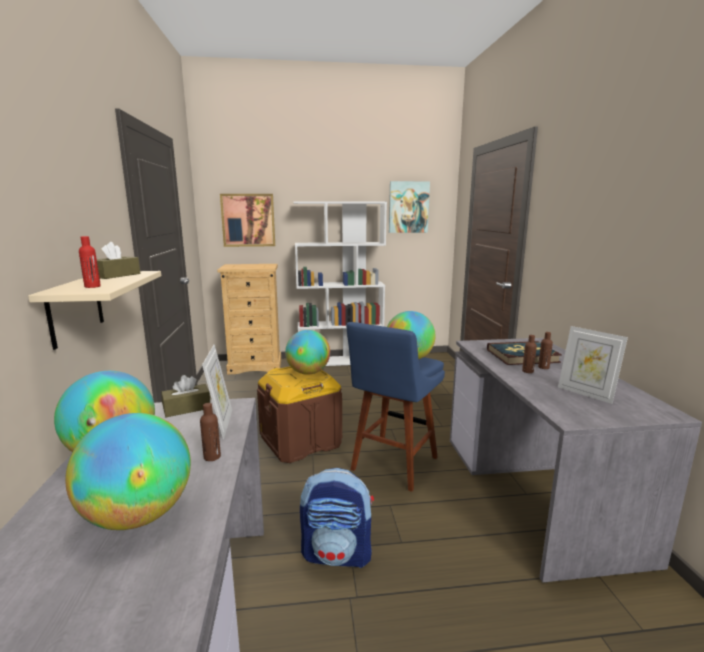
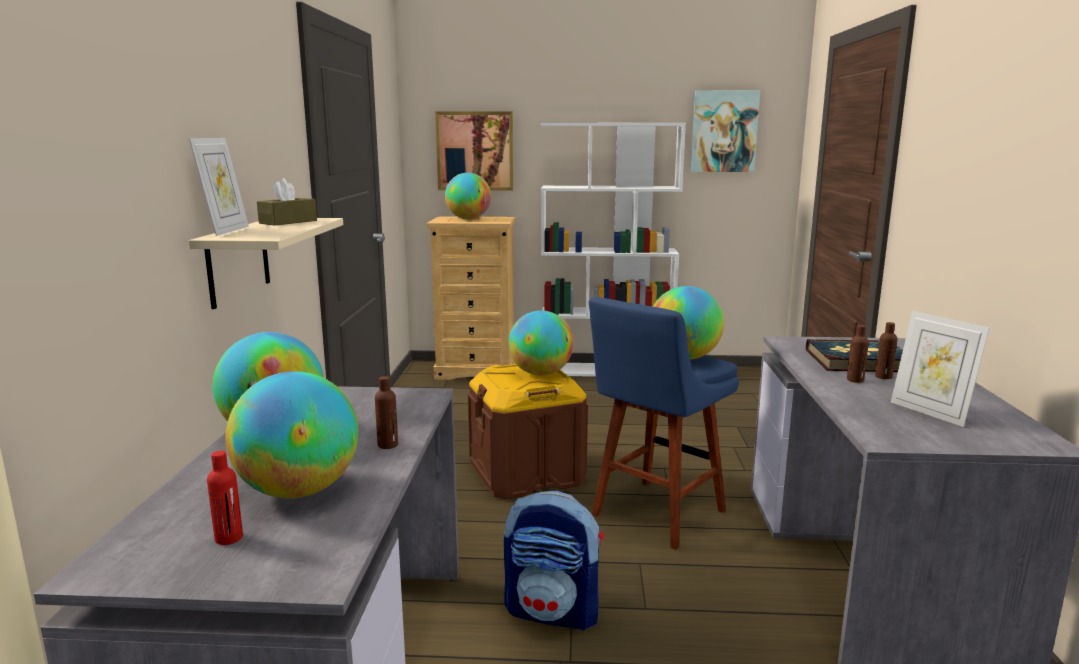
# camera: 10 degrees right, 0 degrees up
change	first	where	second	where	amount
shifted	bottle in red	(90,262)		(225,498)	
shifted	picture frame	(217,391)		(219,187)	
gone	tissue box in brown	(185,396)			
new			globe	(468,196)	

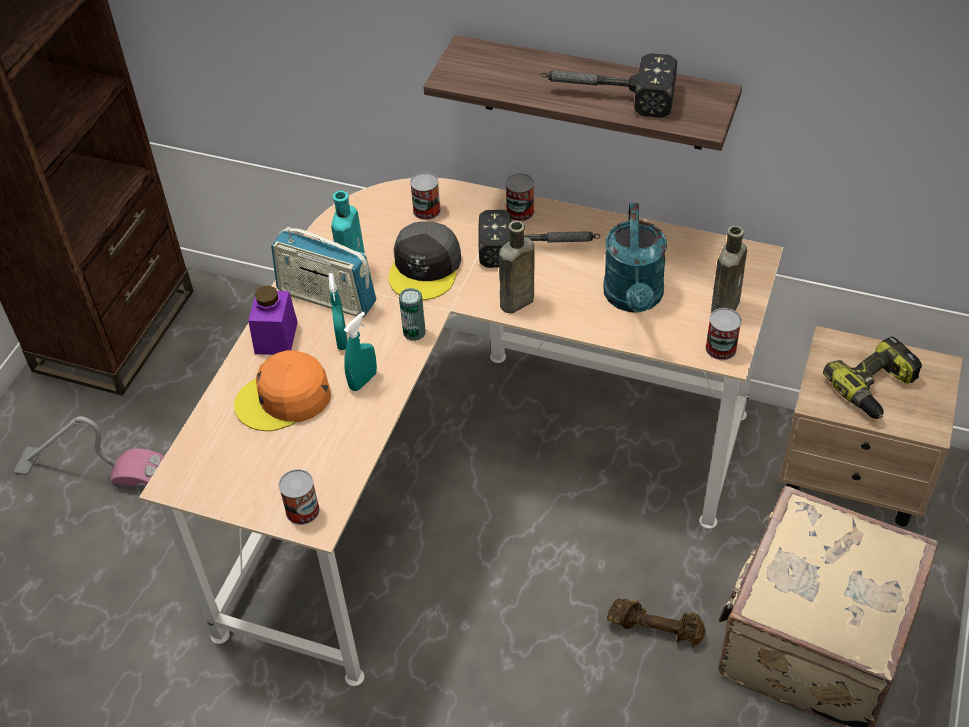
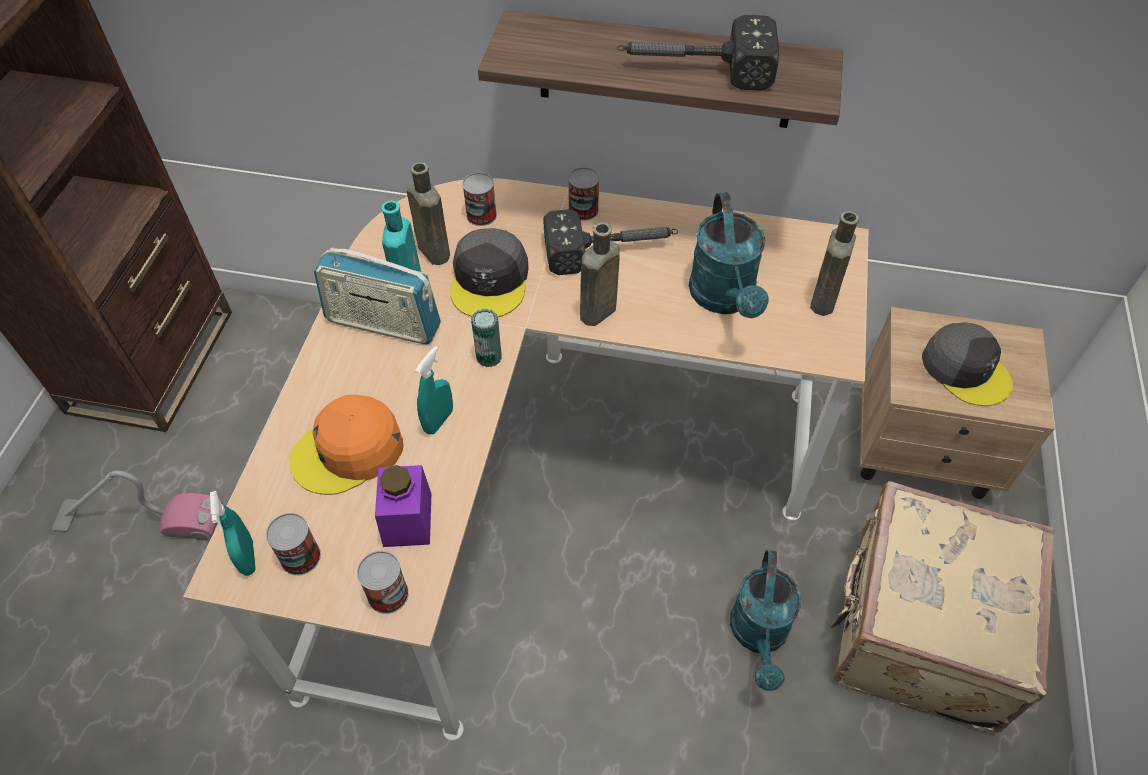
# camera: 10 degrees left, 5 degrees up
change	first	where	second	where	amount
shifted	spray bottle in turquoise	(338,311)		(233,533)	
shifted	jar in purple	(273,320)		(403,506)	
shifted	can	(723,334)		(293,544)	
swapped	power drill	(872,378)	cap in grey	(967,364)	
swapped	dumbbell in brown	(656,622)	watering can in turquoise	(765,620)	
new			bottle in brown	(428,213)	

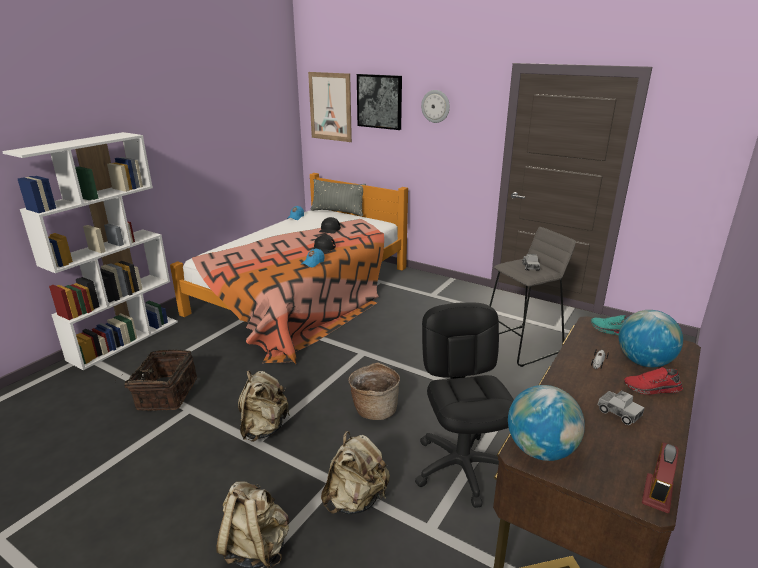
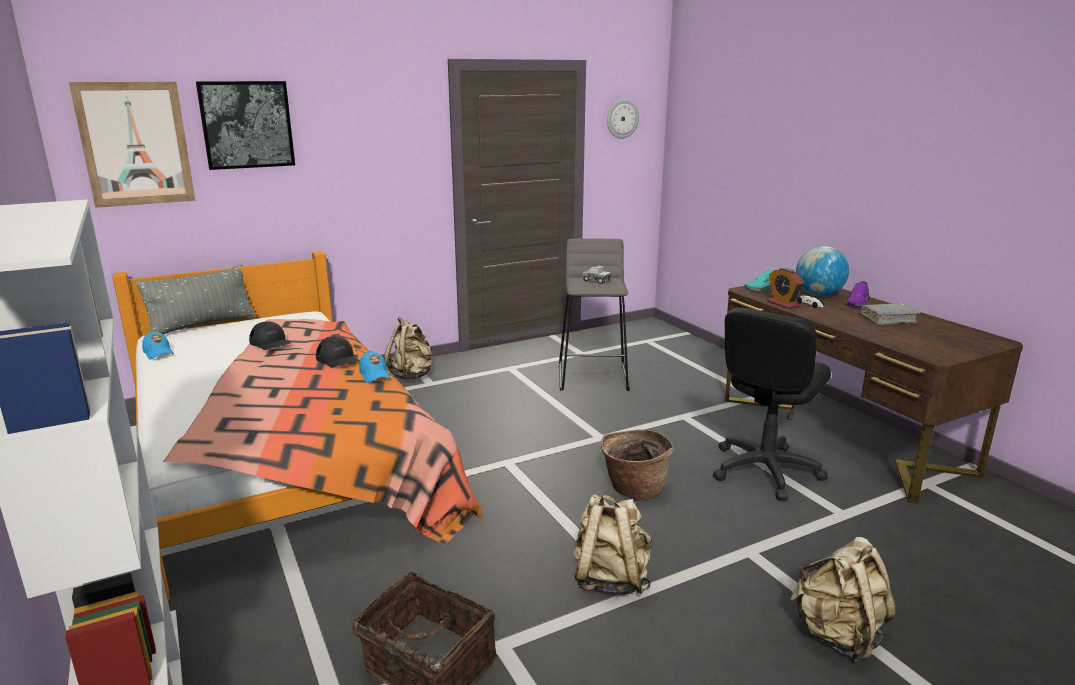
# camera: 60 degrees left, 5 degrees down
change	first	where	second	where	amount
shifted	wall clock	(435,106)		(623,119)	
rotated	office chair in black	(464,405)		(772,404)	75 degrees counterclockwise
repainted	shoe in red	(653,381)	shoe in purple	(858,294)	
gone	globe	(546,423)			
swapped	toy truck	(621,407)	book in grey	(890,314)	
shifted	backpack in beige	(355,472)		(408,348)	
shifted	alarm clock	(660,477)		(785,288)	

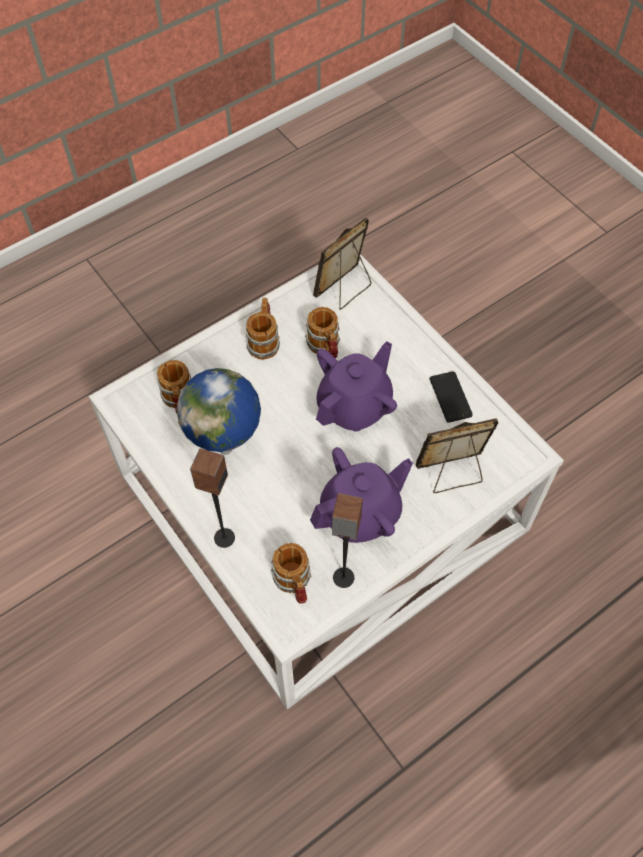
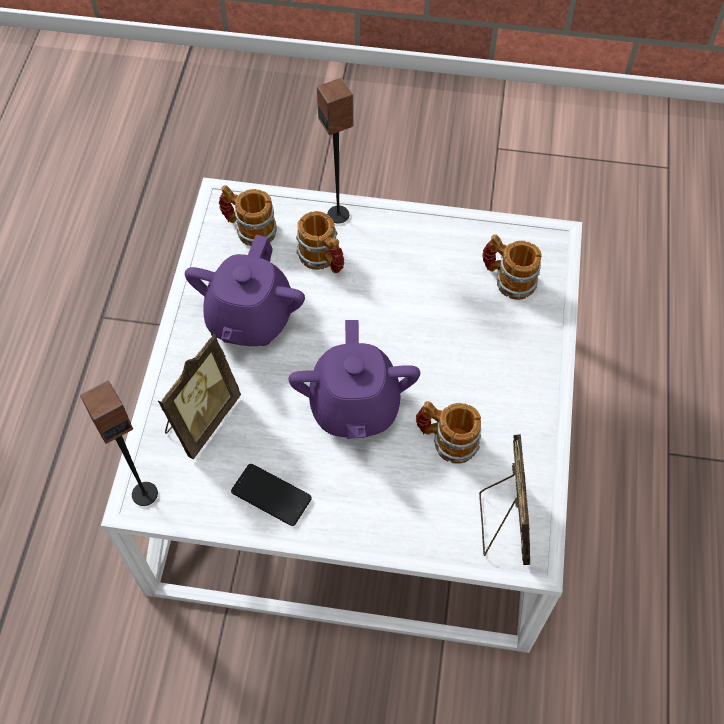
# camera: 135 degrees right, 0 degrees up
change	first	where	second	where	amount
shifted	mug	(263,328)		(320,242)	
gone	globe	(218,411)			
shifted	speaker	(347,540)		(119,443)	

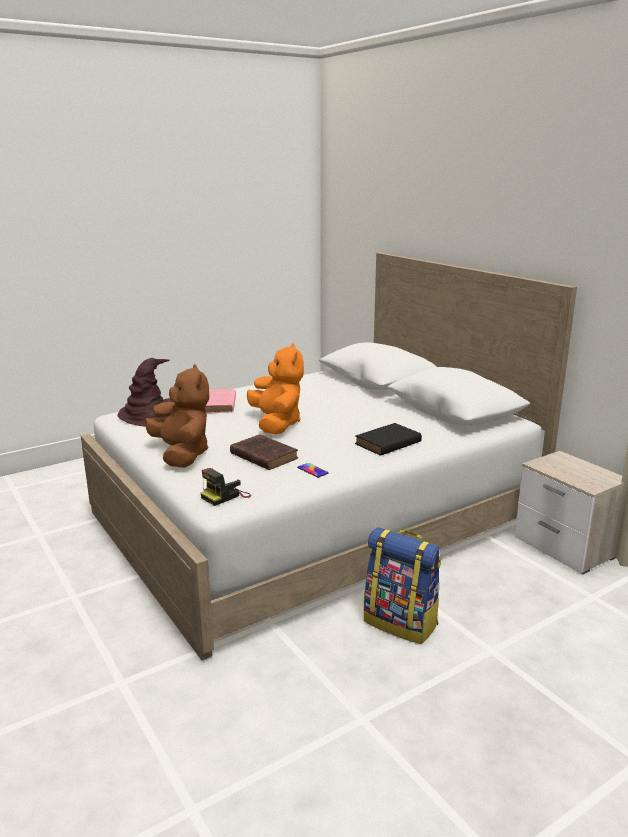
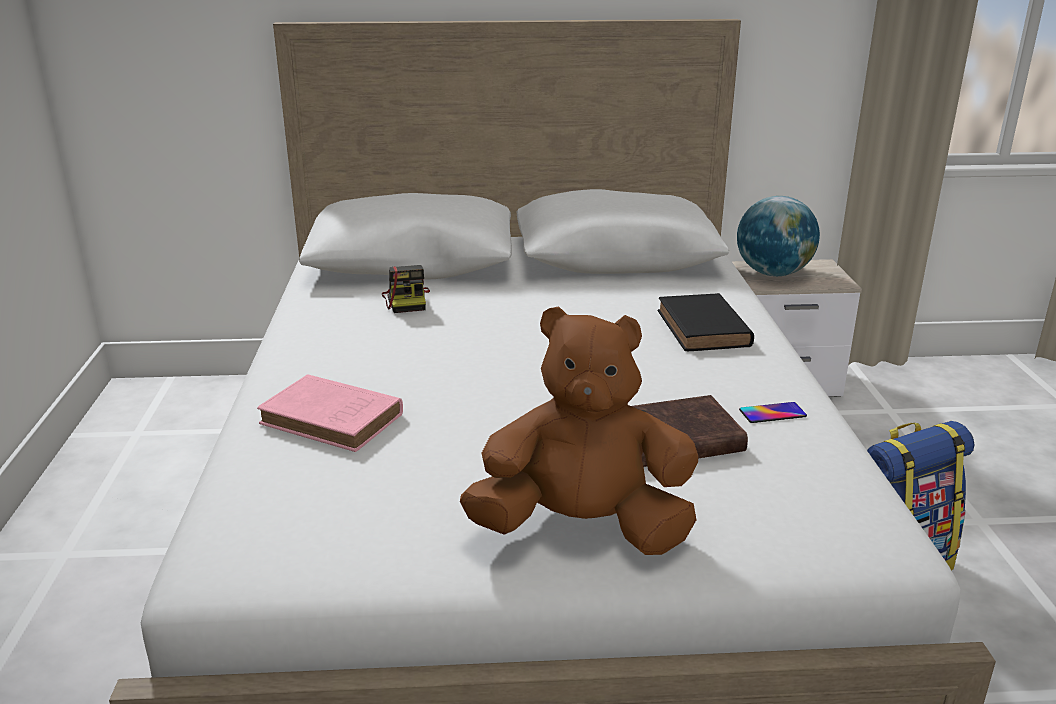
# camera: 60 degrees left, 5 degrees up
change	first	where	second	where	amount
gone	plush toy in orange	(275,389)			
gone	hat in brown	(144,392)			
shifted	photo camera	(226,487)		(406,289)	
new			globe	(778,236)	

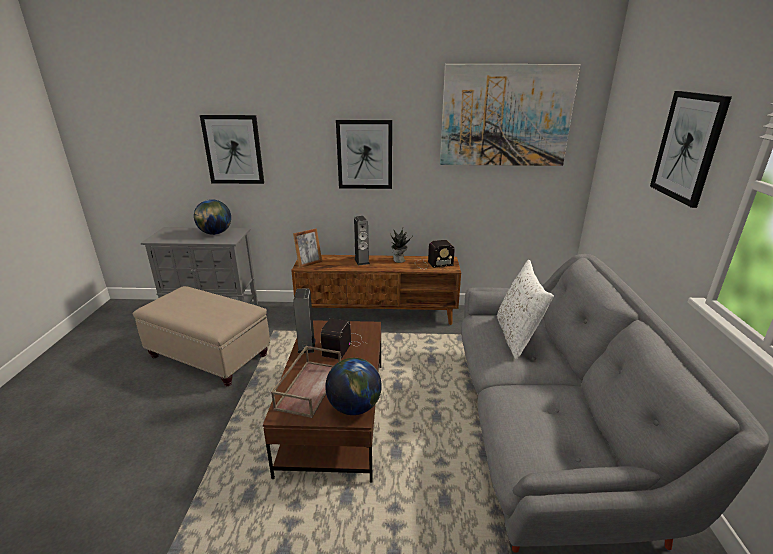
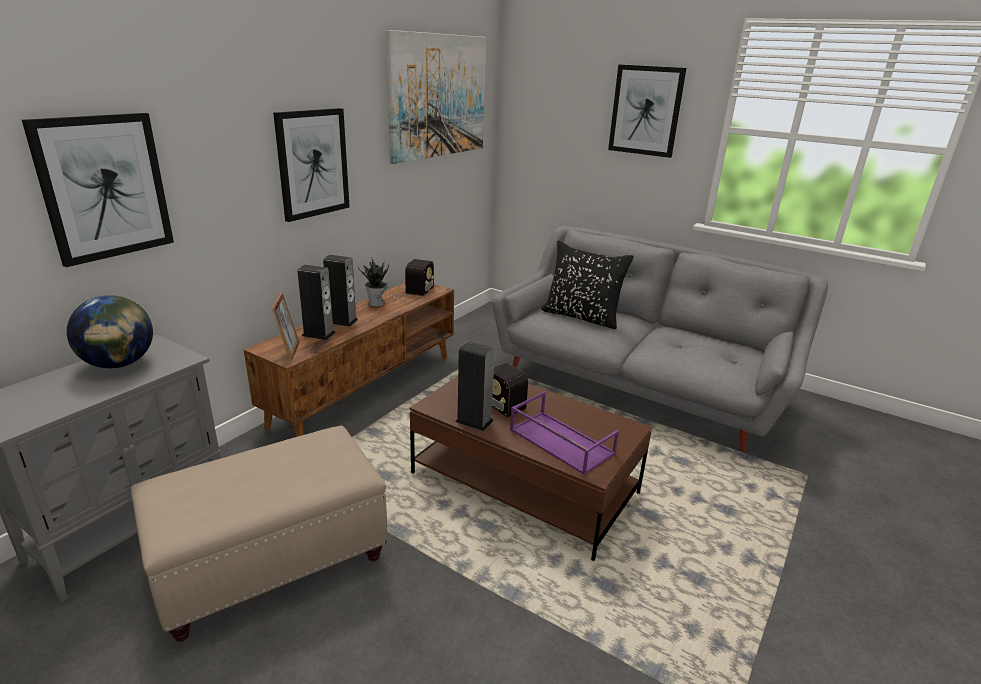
# camera: 60 degrees left, 0 degrees up
change	first	where	second	where	amount
repainted	pillow in white	(525,309)	pillow in black	(587,285)	
repainted	tray in brown	(306,382)	tray in purple	(564,433)	
gone	globe	(353,386)			
new			speaker	(316,302)	

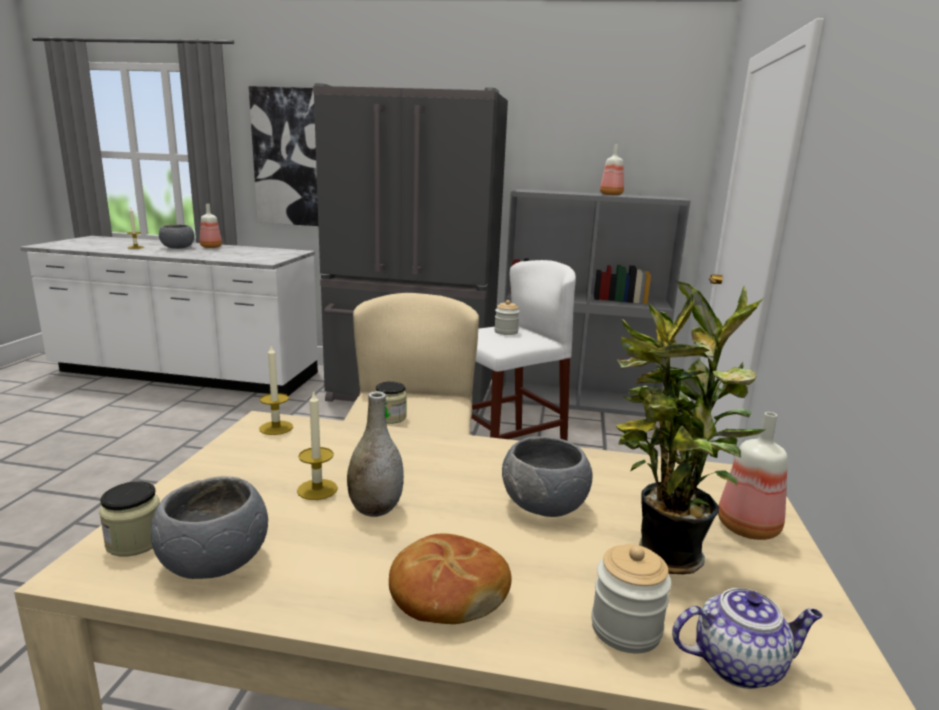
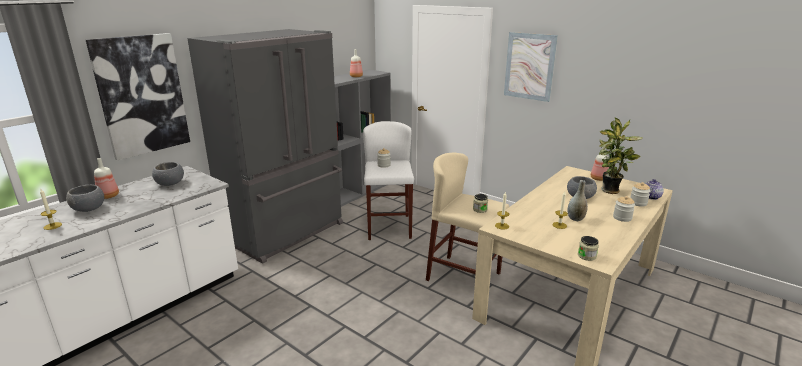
# camera: 60 degrees left, 5 degrees up
change	first	where	second	where	amount
shifted	bowl in grey	(209,527)		(168,174)	
swapped	bread	(450,579)	jar	(624,209)	
new			picture	(531,67)	

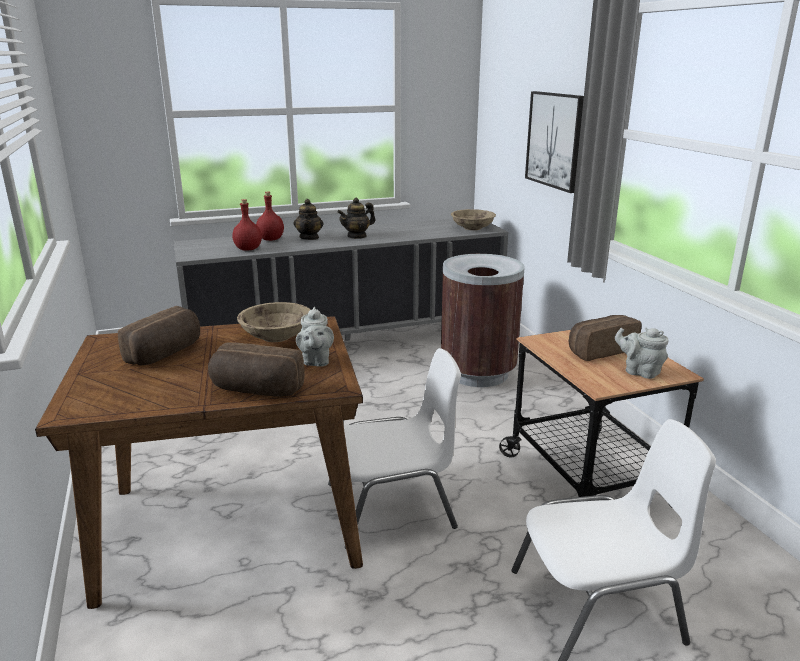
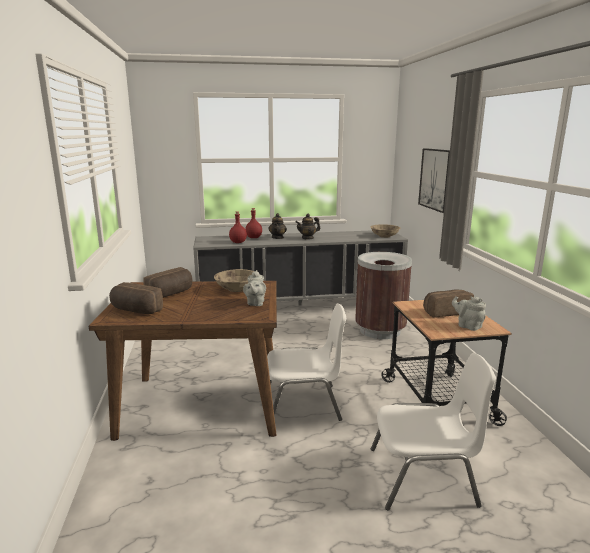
# camera: 10 degrees right, 5 degrees down
change	first	where	second	where	amount
shifted	bread	(256,369)		(136,298)	

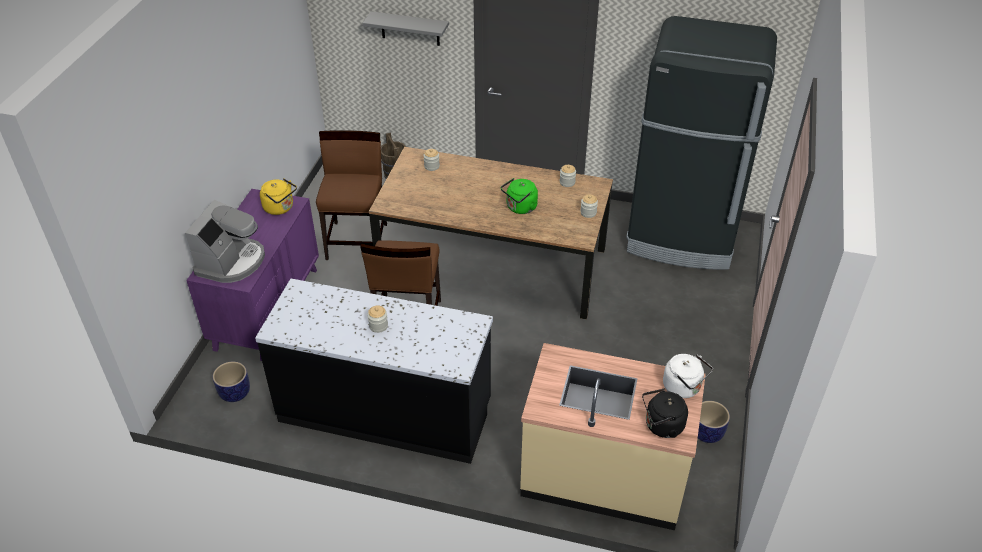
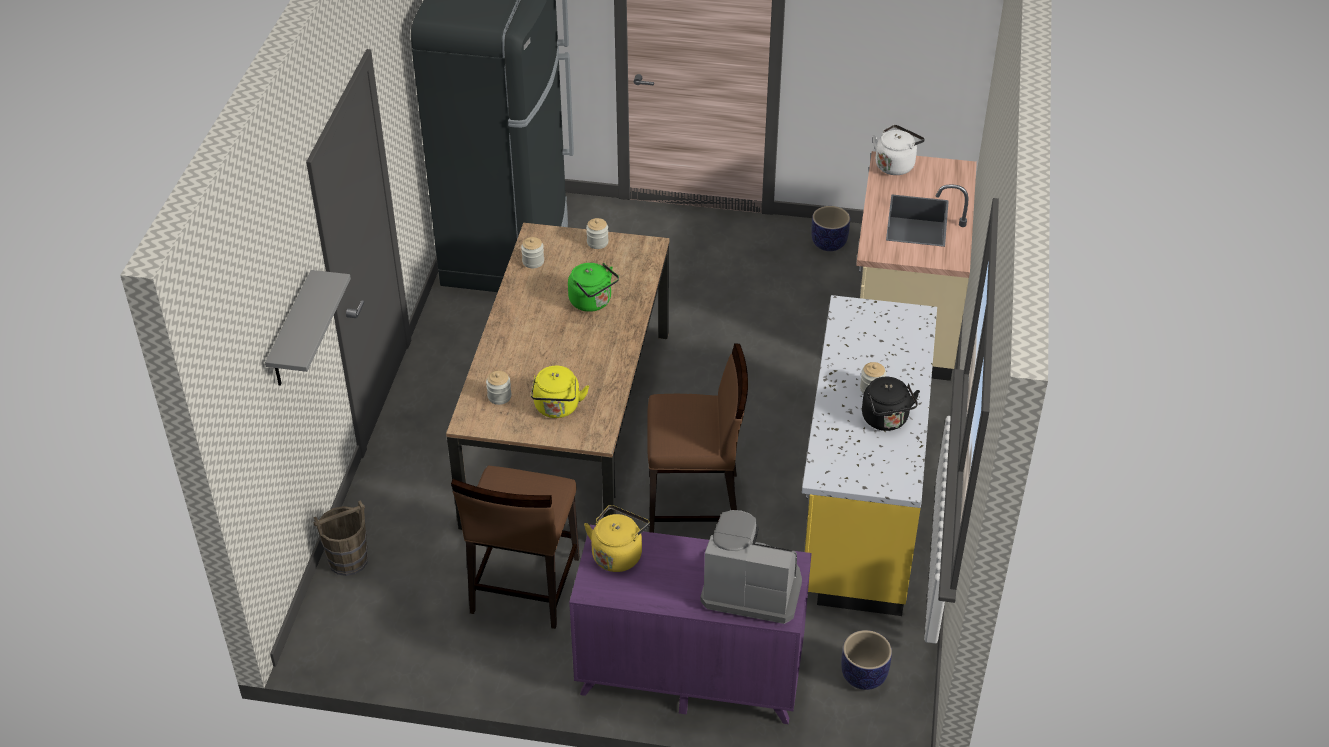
# camera: 95 degrees left, 0 degrees up
change	first	where	second	where	amount
rotated	chair in brown	(351,195)		(515,547)	75 degrees counterclockwise
repainted	counter in black	(374,371)	counter in yellow	(869,455)	
shifted	kettle in black	(665,413)		(891,404)	
new			kettle in yellow	(560,392)	

